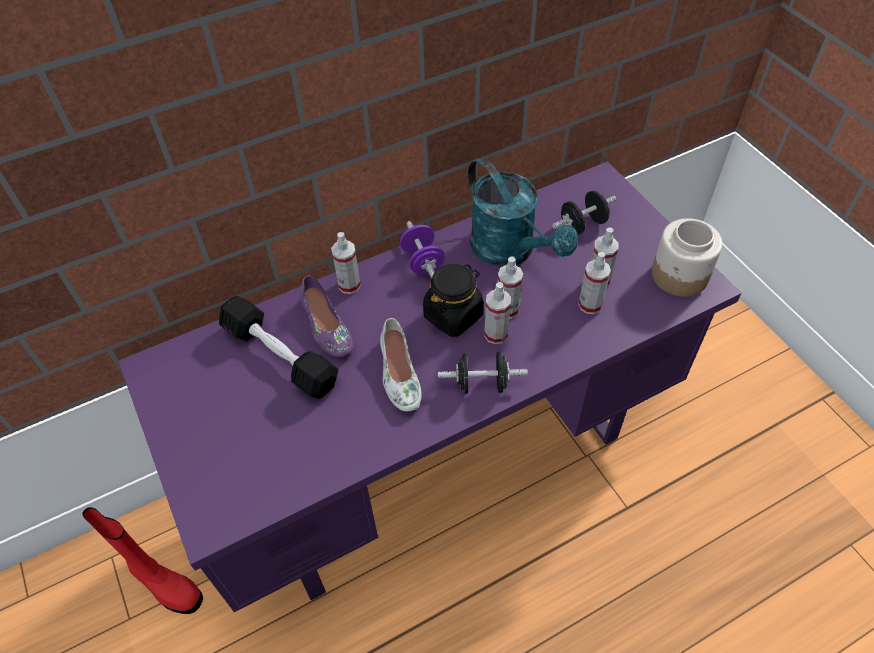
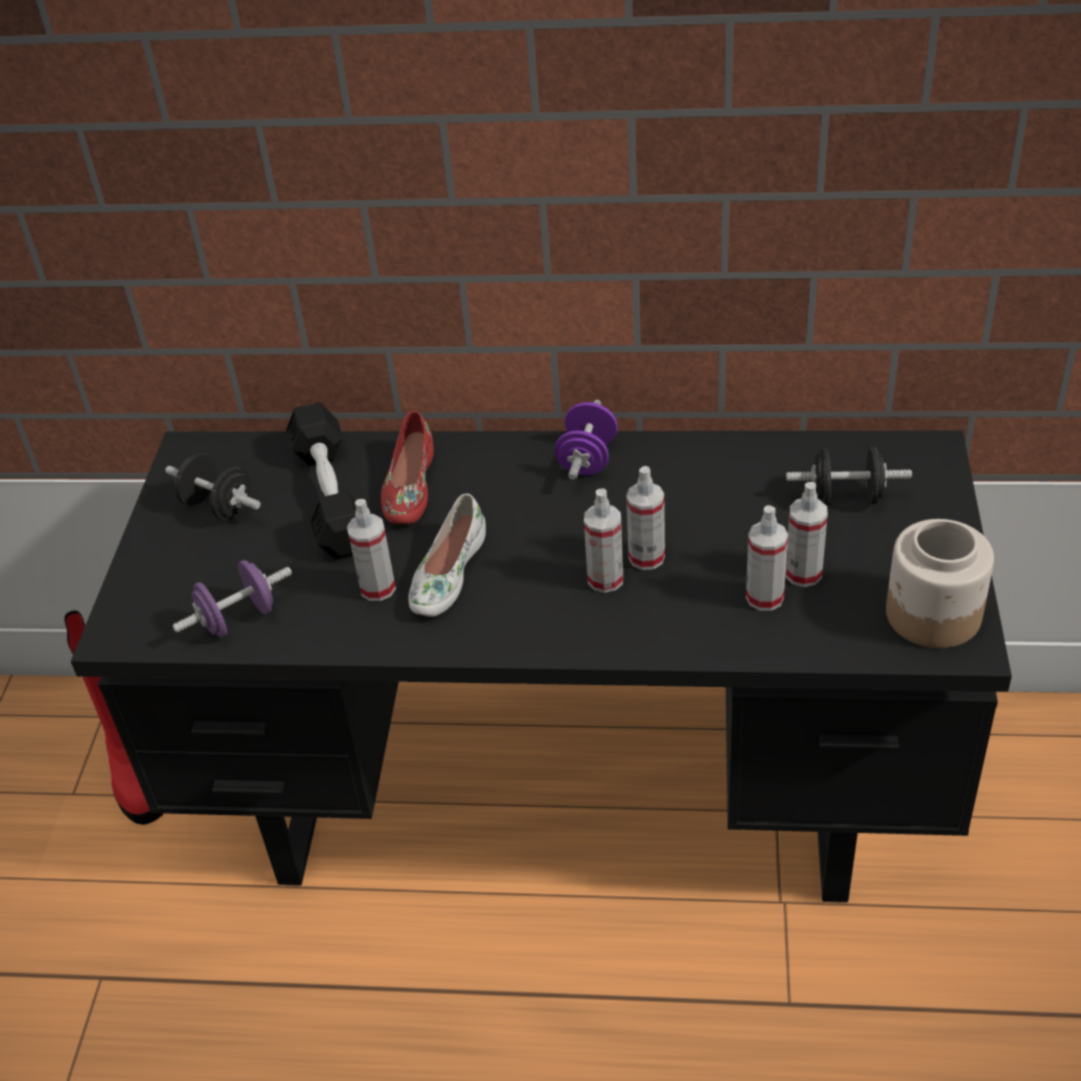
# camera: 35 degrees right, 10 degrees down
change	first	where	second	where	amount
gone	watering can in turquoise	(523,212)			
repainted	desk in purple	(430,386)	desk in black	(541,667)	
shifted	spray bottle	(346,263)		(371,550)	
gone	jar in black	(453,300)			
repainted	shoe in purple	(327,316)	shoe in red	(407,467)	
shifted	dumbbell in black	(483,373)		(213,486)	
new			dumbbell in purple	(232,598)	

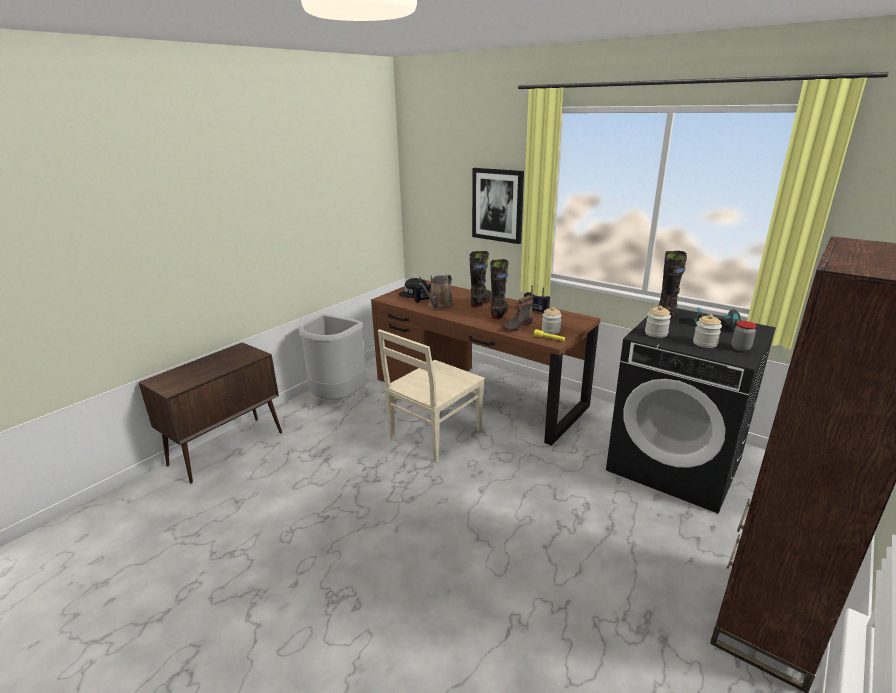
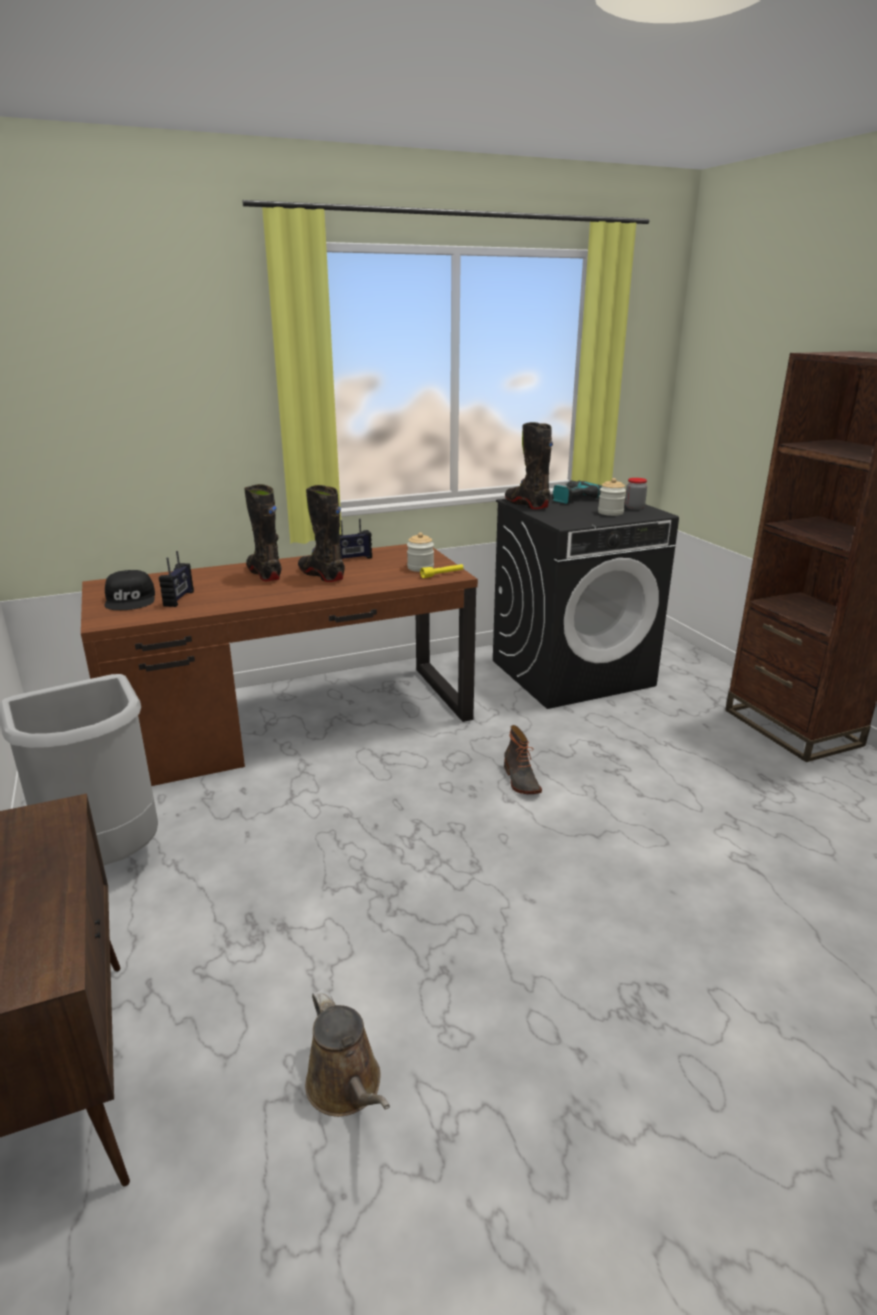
# camera: 60 degrees left, 0 degrees up
change	first	where	second	where	amount
gone	picture	(498,206)			
shifted	watering can in brown	(436,292)		(347,1052)	
shifted	boot	(517,313)		(523,759)	
gone	jar	(658,322)			
gone	chair in beige	(431,395)			

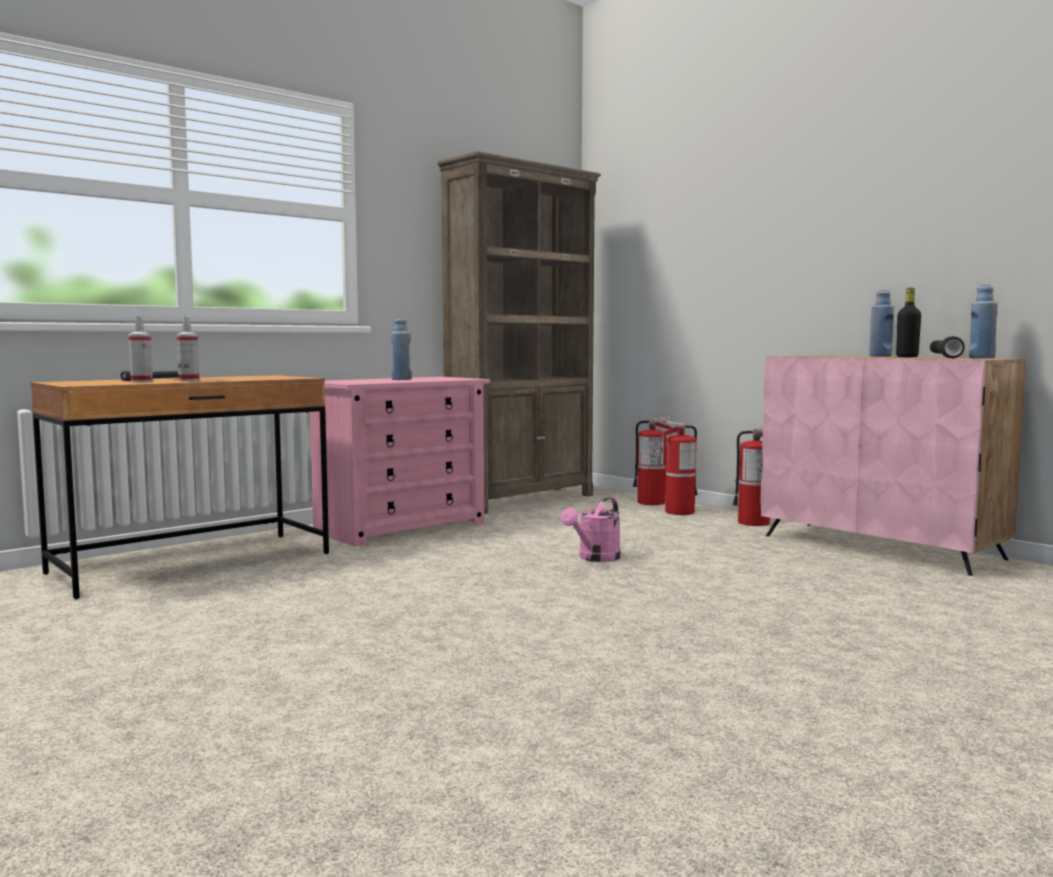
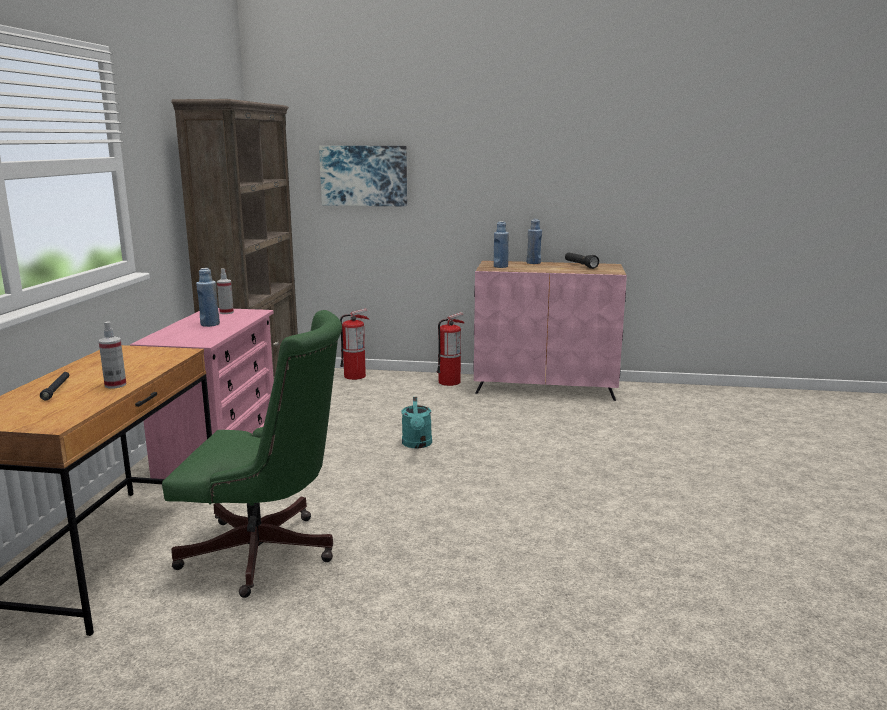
# camera: 40 degrees left, 10 degrees up
change	first	where	second	where	amount
shifted	bottle in blue	(983,321)		(501,244)	
gone	bottle in black	(908,322)			
shifted	spray bottle	(140,349)		(225,291)	
gone	fire extinguisher	(679,468)			
repainted	watering can in pink	(591,529)	watering can in turquoise	(416,423)	
new			picture	(363,176)	
new			office chair in green	(252,454)	

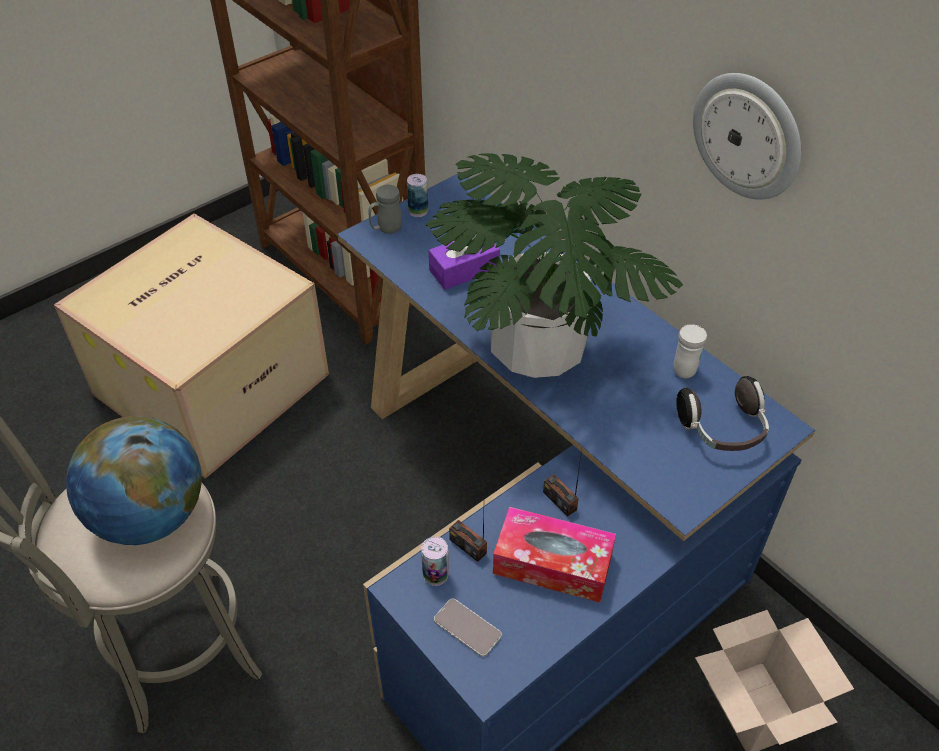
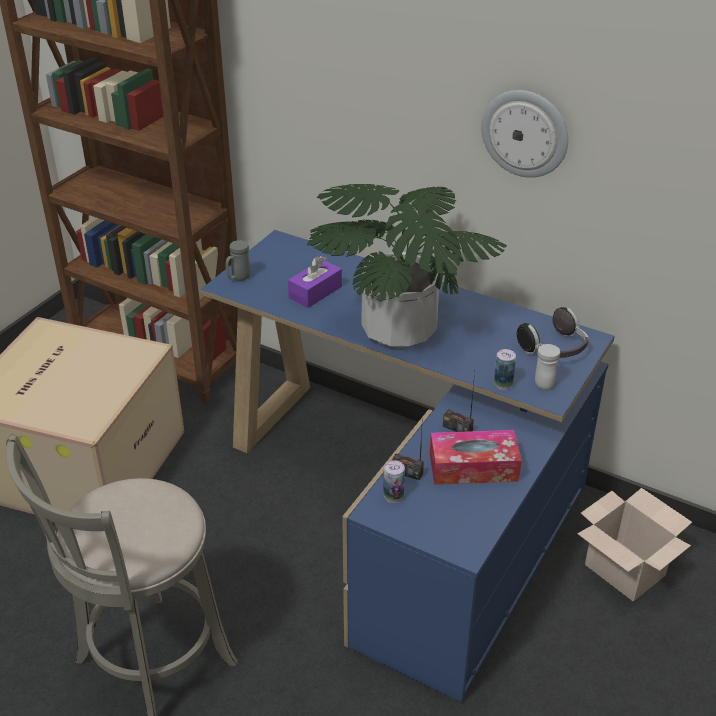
# camera: 20 degrees left, 10 degrees down
change	first	where	second	where	amount
shifted	can	(417,195)		(505,369)	
shifted	mug in white	(690,351)		(547,367)	
gone	globe	(134,480)			
gone	phone	(468,628)			

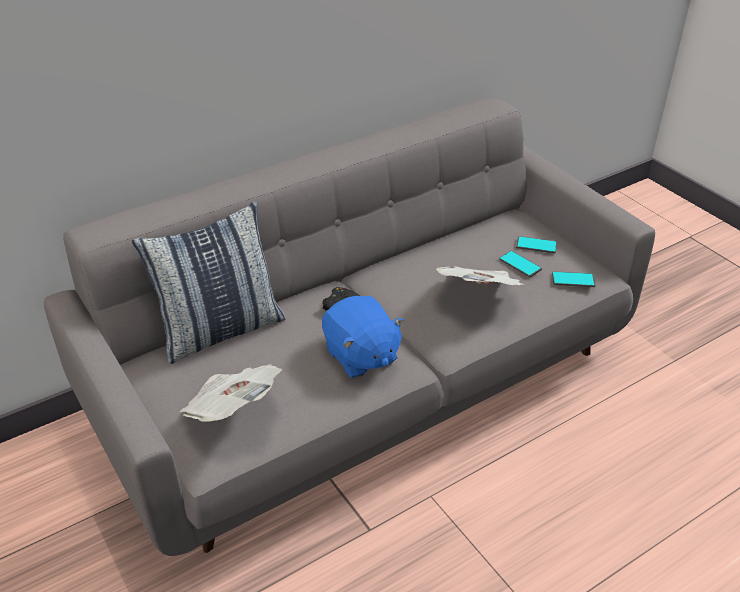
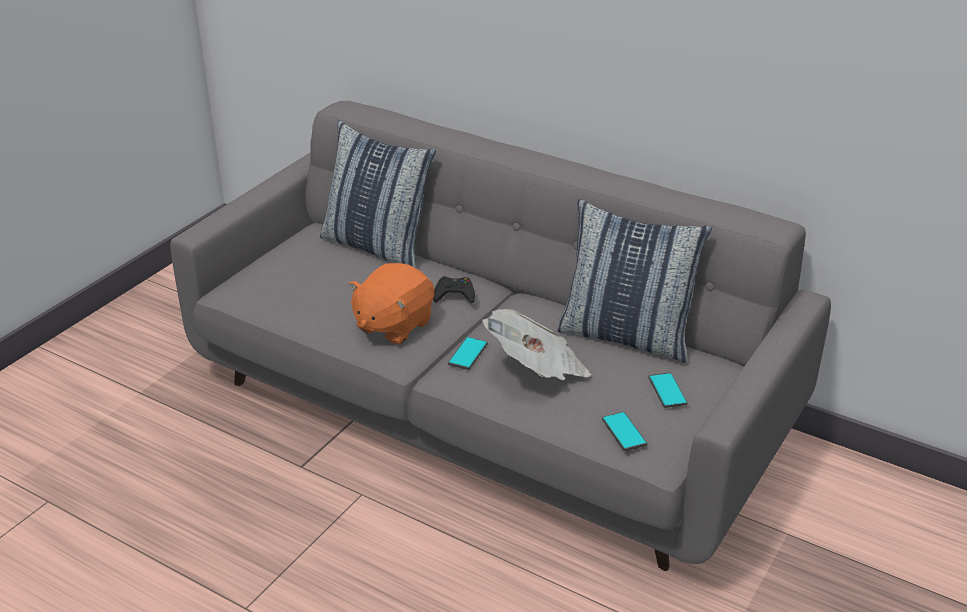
# camera: 65 degrees right, 5 degrees down
change	first	where	second	where	amount
shifted	phone	(520,264)		(468,353)	
repainted	plush toy in blue	(363,337)	plush toy in orange	(391,304)	
gone	newspaper	(230,393)			
new			pillow	(634,281)	

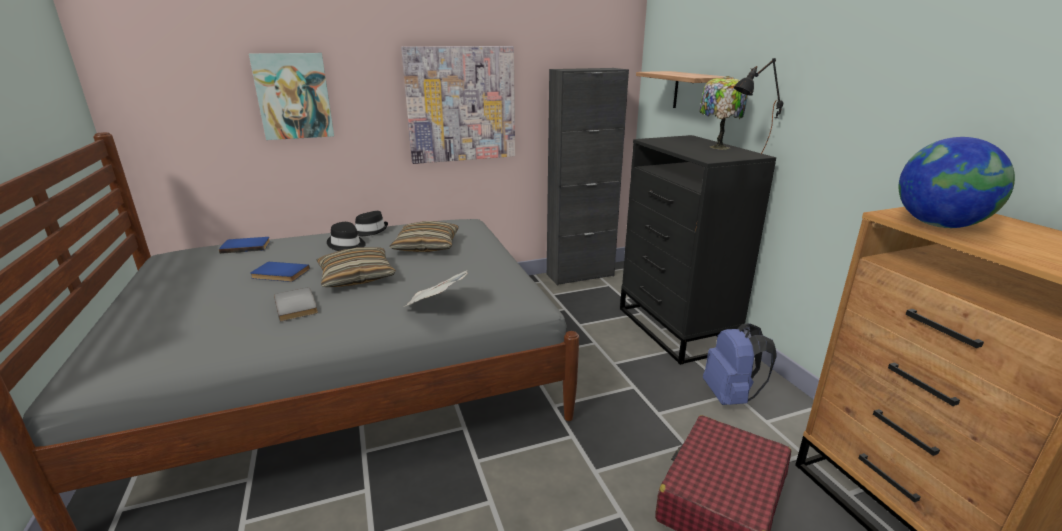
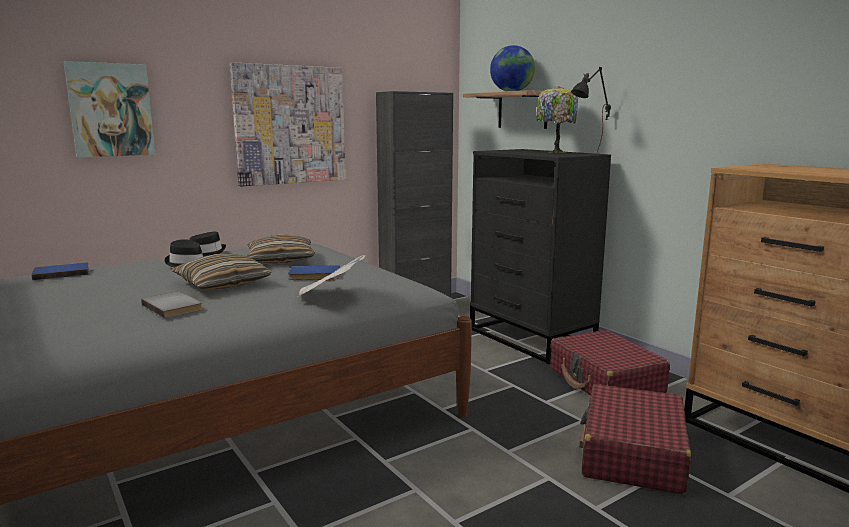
# camera: 15 degrees left, 10 degrees down
change	first	where	second	where	amount
shifted	globe	(957,182)		(512,68)	
shifted	book in blue	(280,272)		(314,272)	
swapped	backpack in blue	(740,364)	suitcase in red	(610,363)	

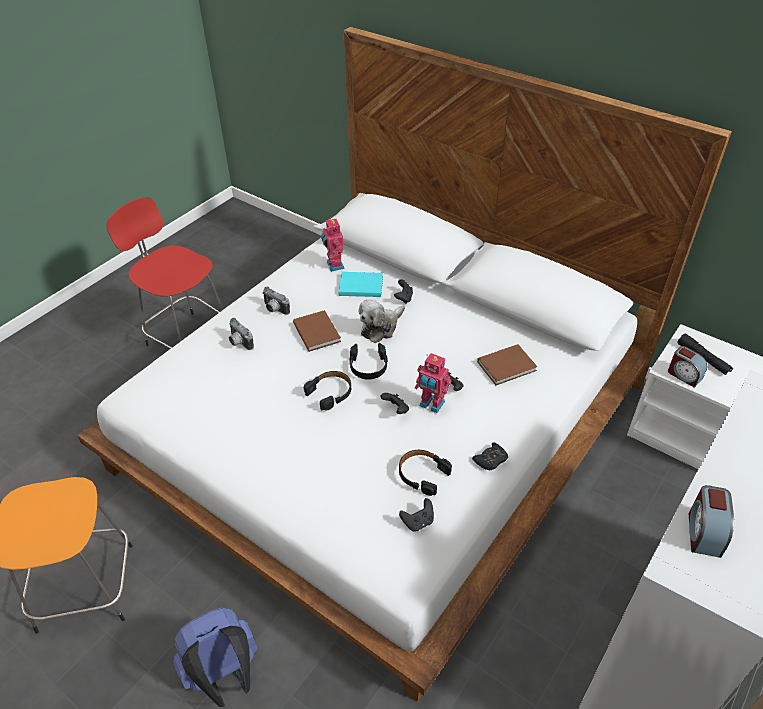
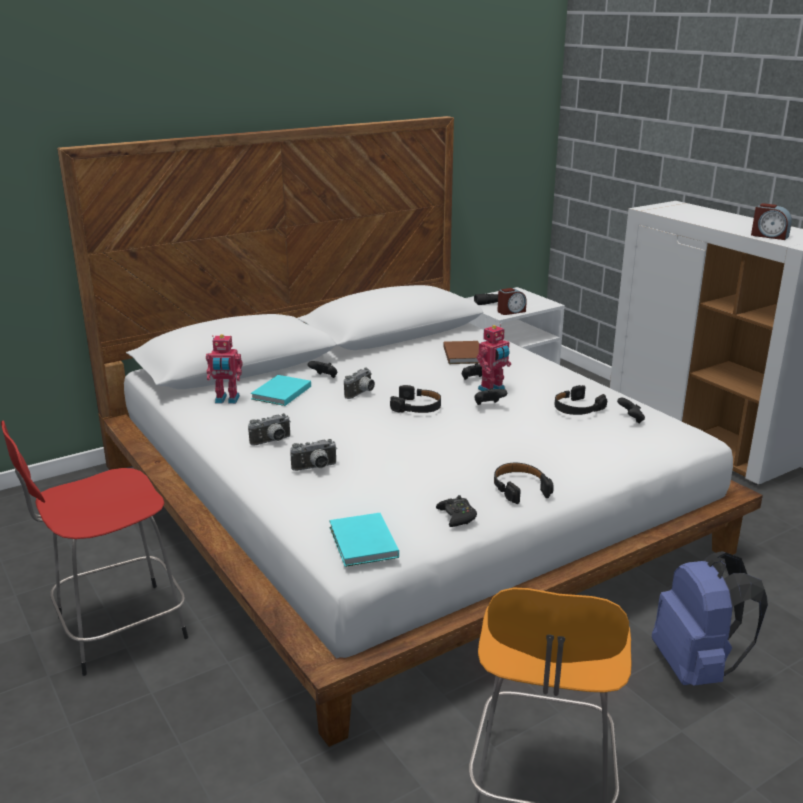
# camera: 70 degrees left, 20 degrees down
change	first	where	second	where	amount
swapped	plush toy	(381,321)	photo camera	(359,383)	
gone	book in brown	(317,331)			
shifted	headphones in black	(327,391)		(524,483)	
shifted	game controller in black	(490,456)		(456,511)	
new			book in turquoise	(364,540)	

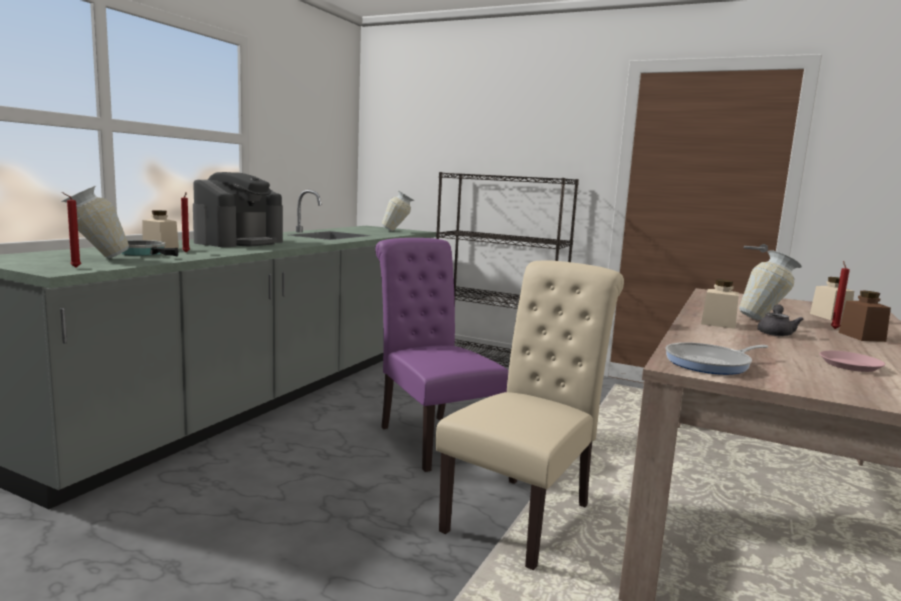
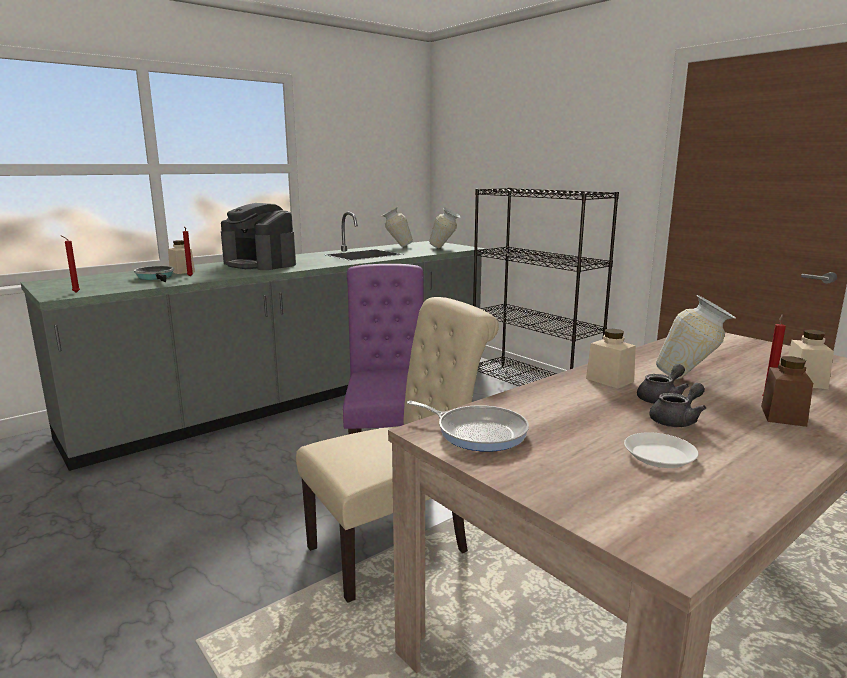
# camera: 25 degrees right, 5 degrees up
change	first	where	second	where	amount
rotated	coffee machine	(238,209)		(258,236)	75 degrees clockwise
shifted	vase	(95,221)		(397,227)	
rotated	frying pan	(716,358)		(468,426)	150 degrees counterclockwise
repainted	plate in pink	(852,361)	plate in white	(661,450)	
new			teapot in grey	(678,405)	

